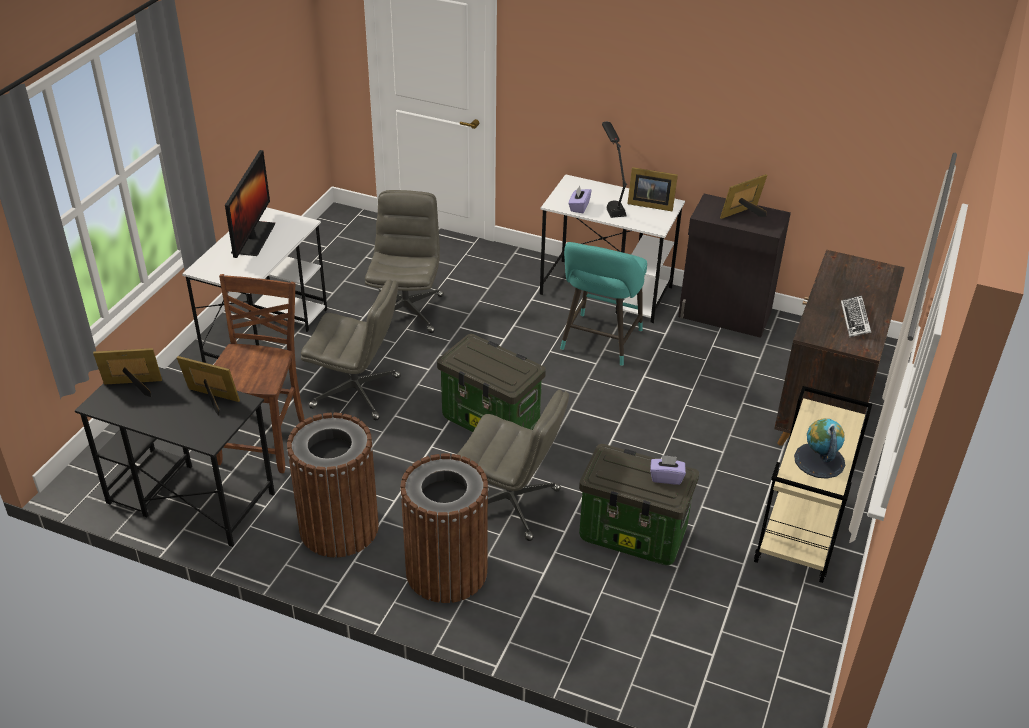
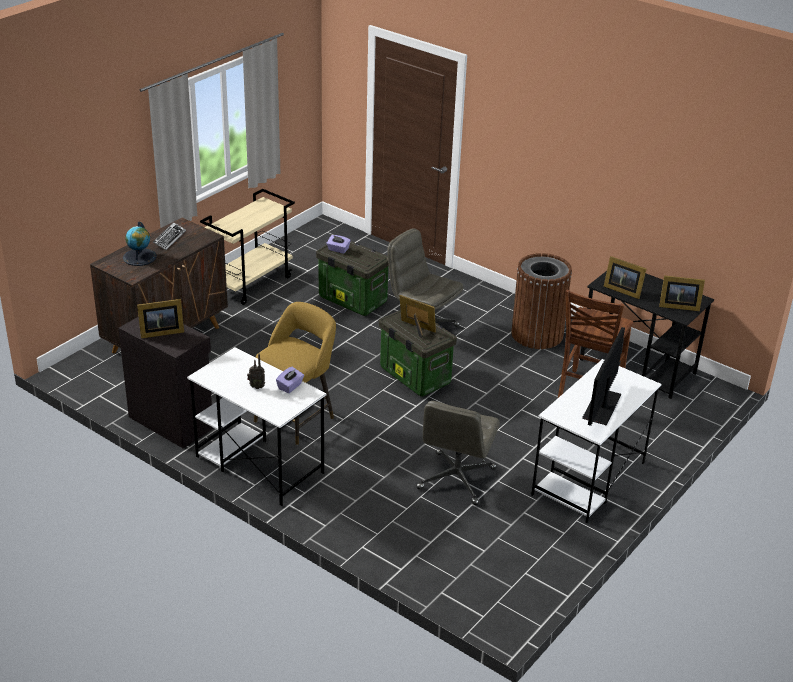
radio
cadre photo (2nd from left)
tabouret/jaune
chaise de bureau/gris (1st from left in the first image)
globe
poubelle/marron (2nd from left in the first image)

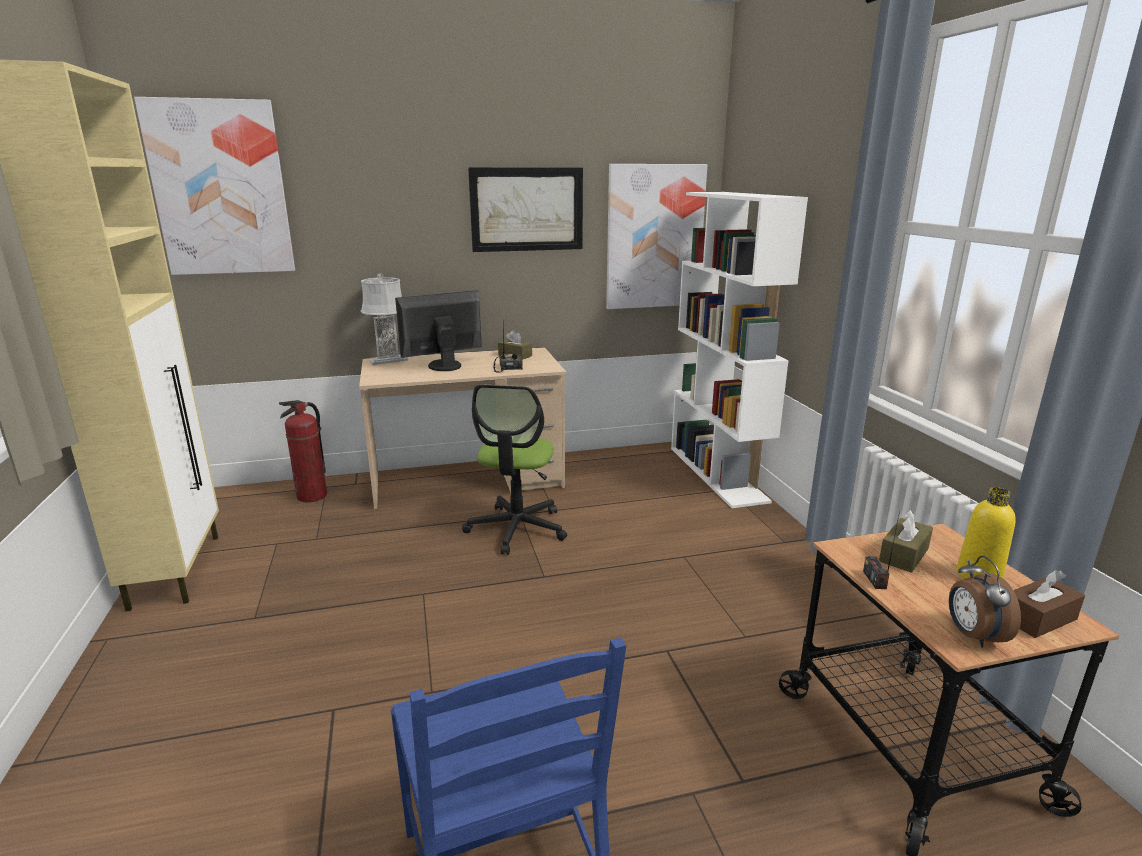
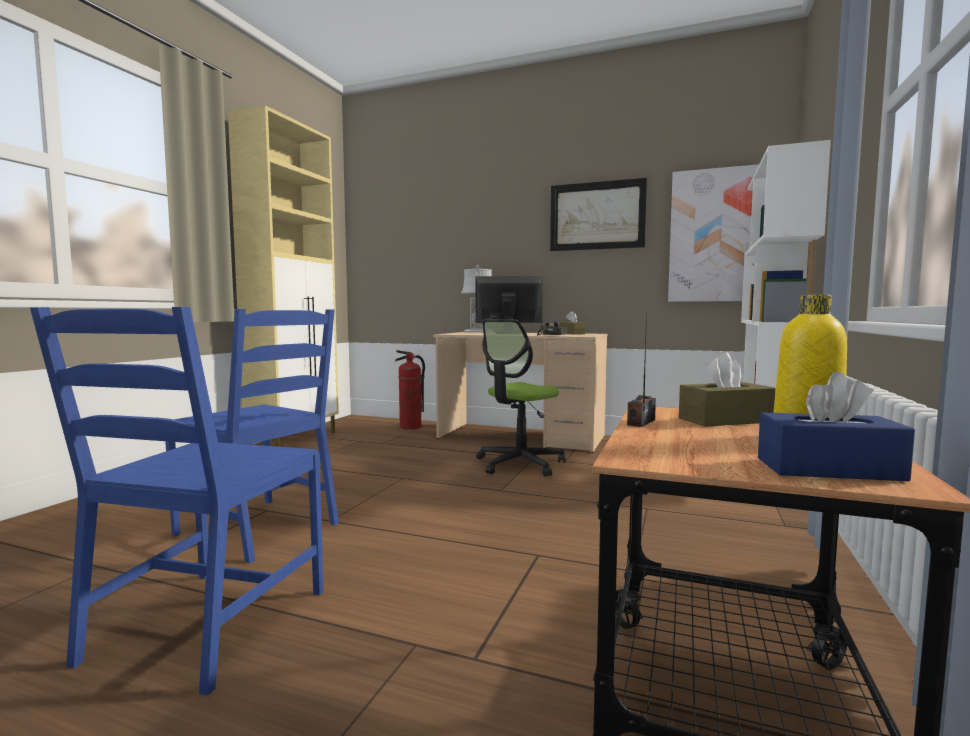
tableau (1st from left in the first image)
réveil
boîte à mouchoirs/bleu
chaise/bleu (2nd from left)

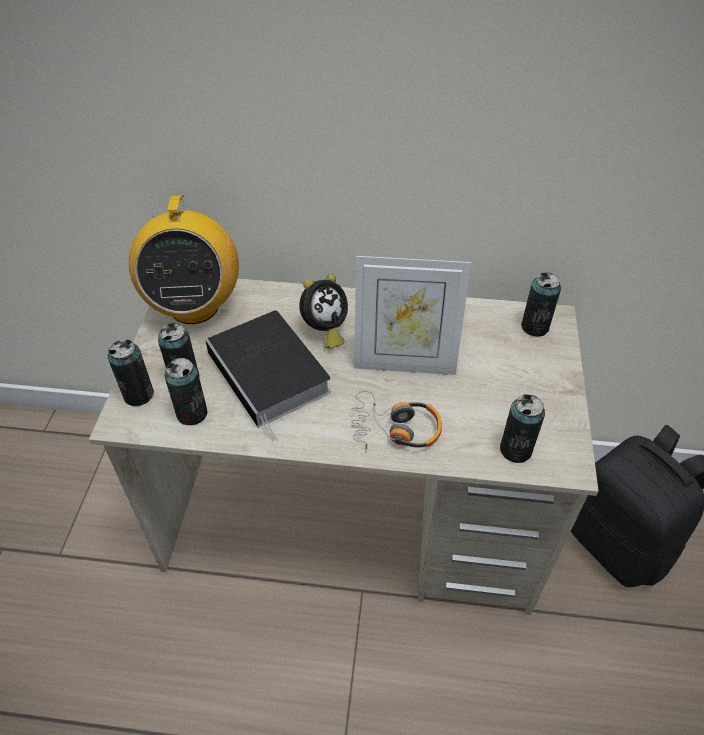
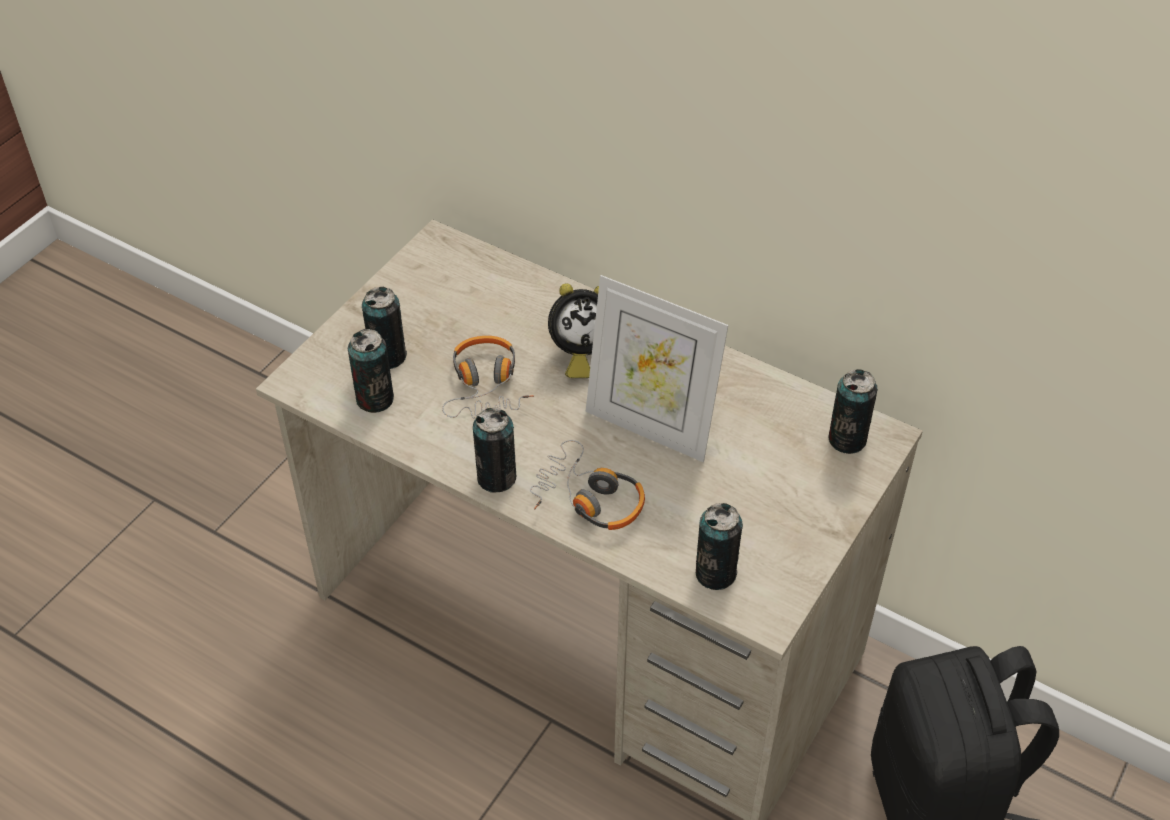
radio
casque audio (1st from left)
boîte métallique (3rd from left)

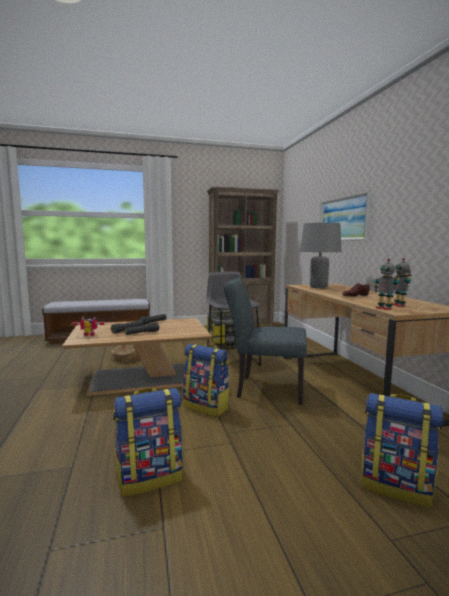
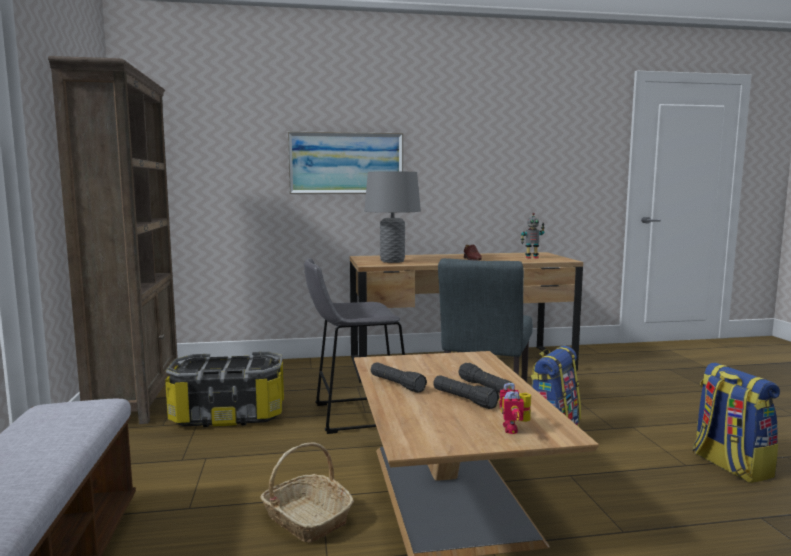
robot jouet (2nd from left in the first image)
sac à dos (3rd from left in the first image)

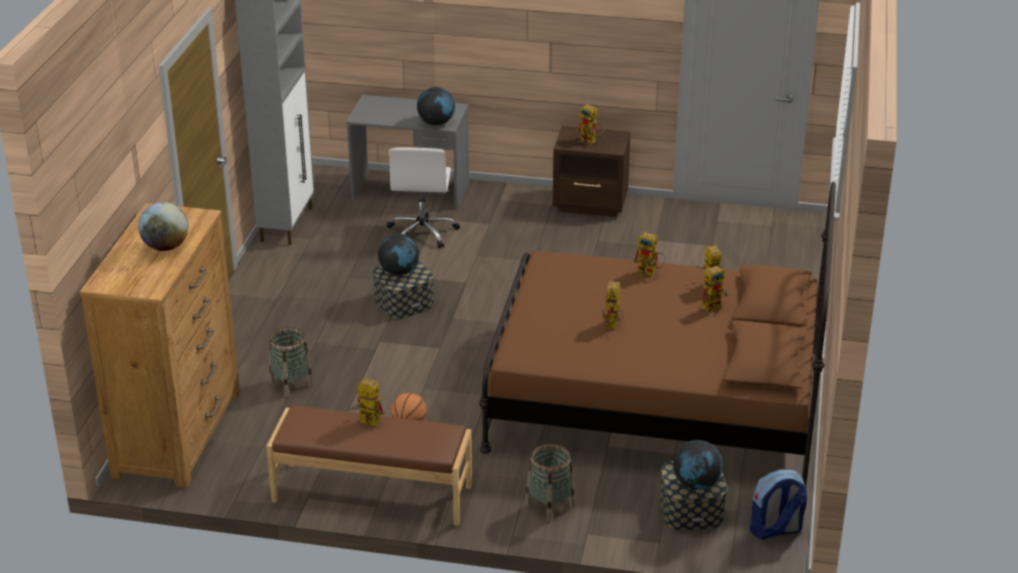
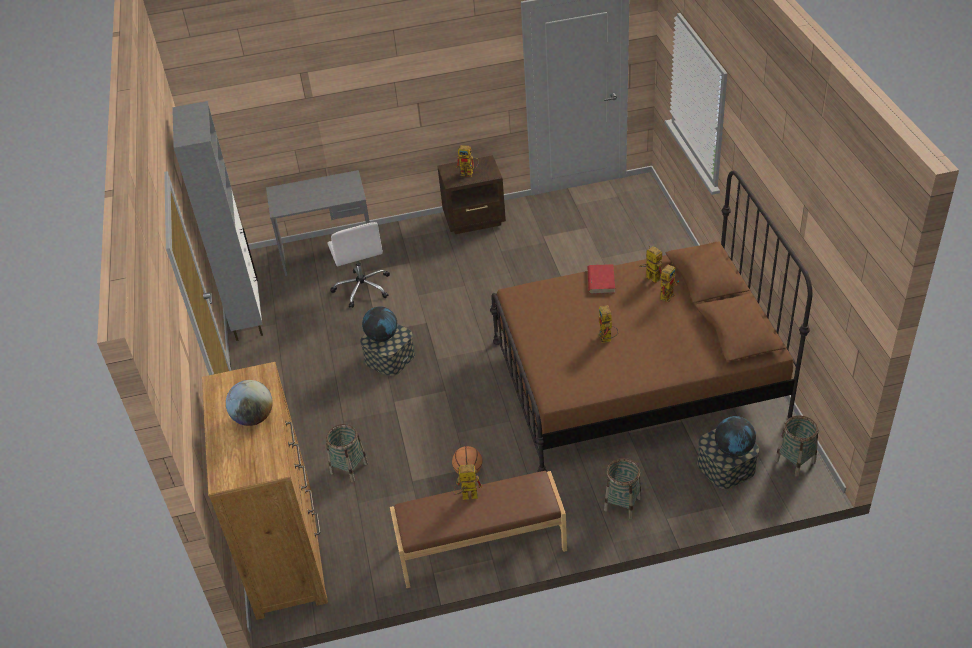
globe (3rd from left in the first image)
livre/rouge
panier (3rd from left)

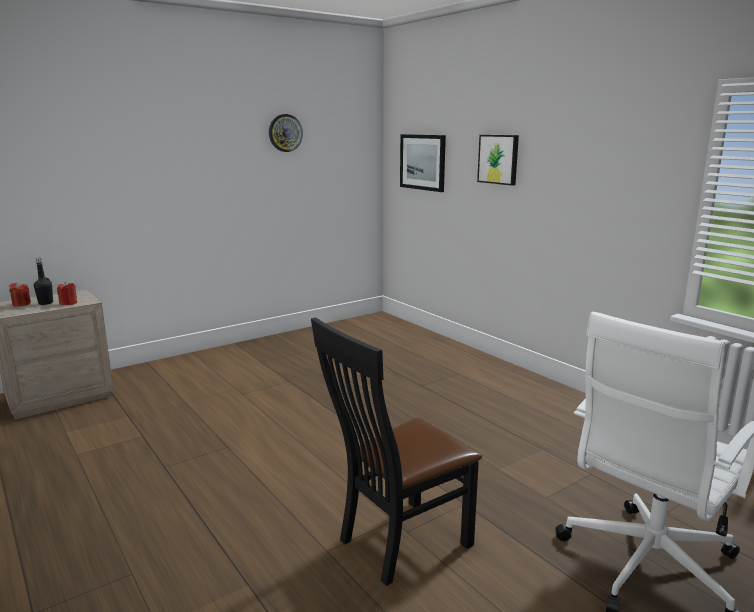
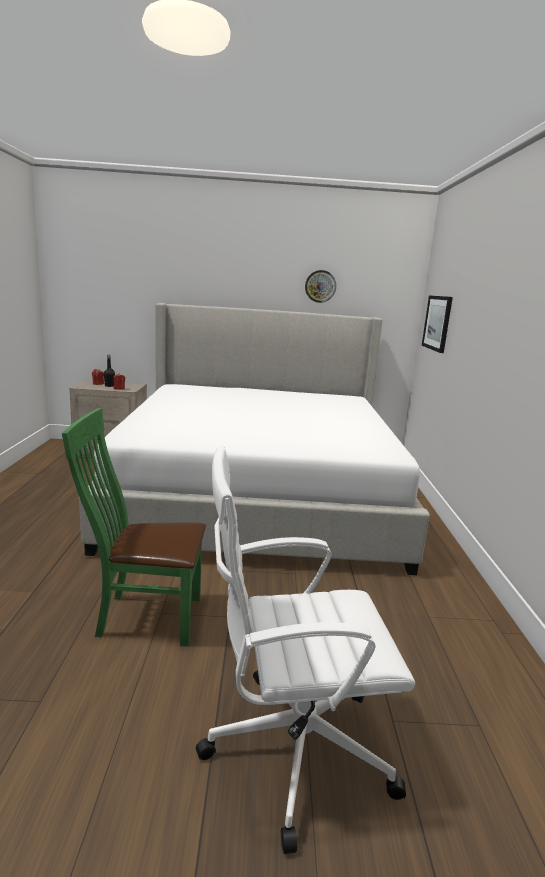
tableau (2nd from left in the first image)
chaise/vert
lit

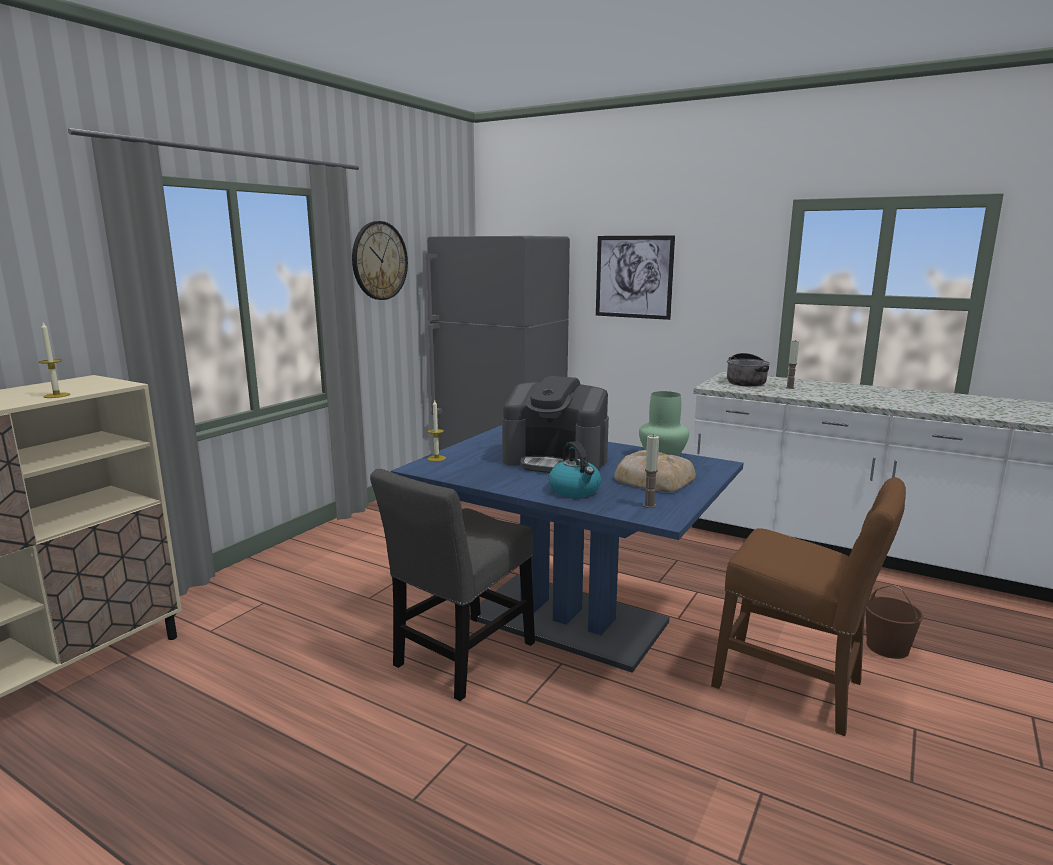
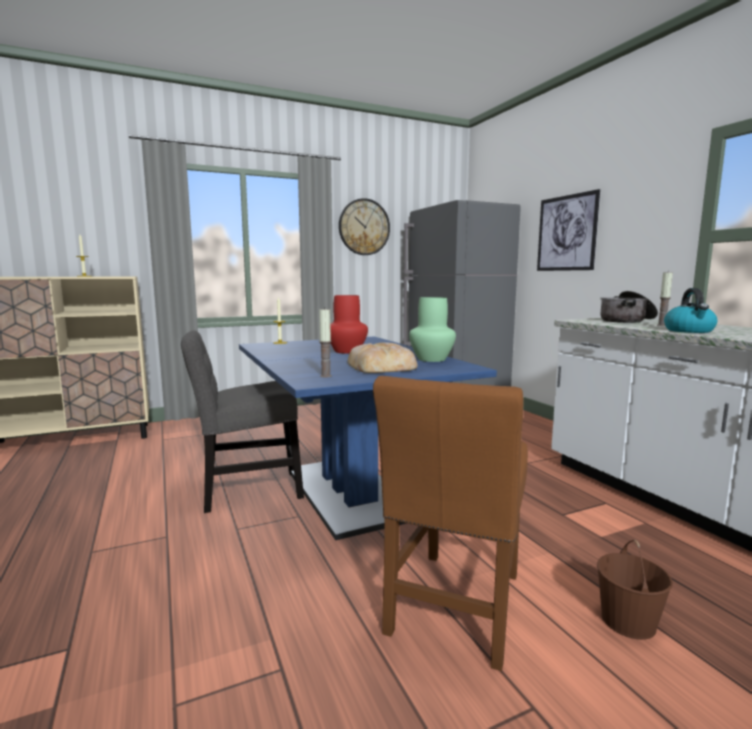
vase/rouge
bouilloire
chaise/marron

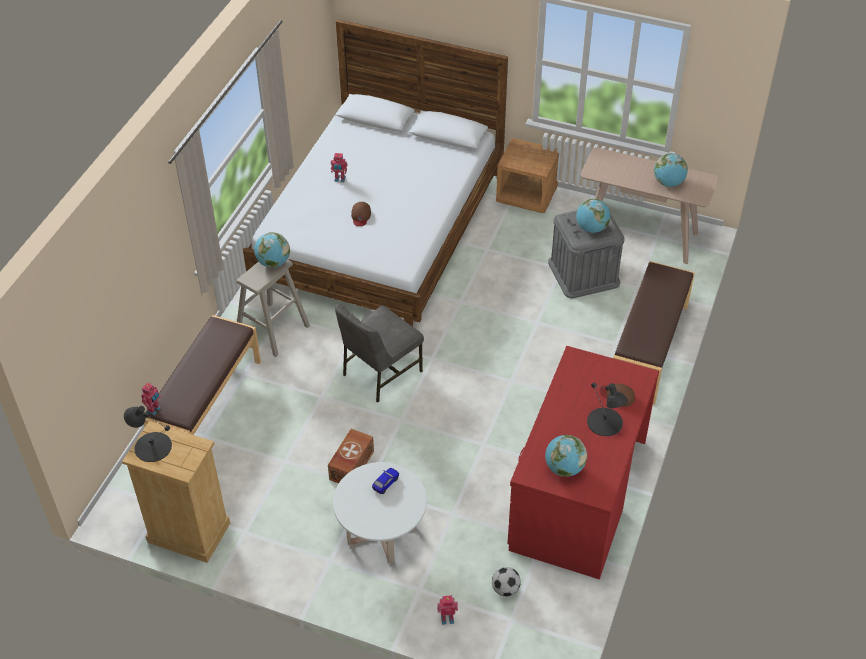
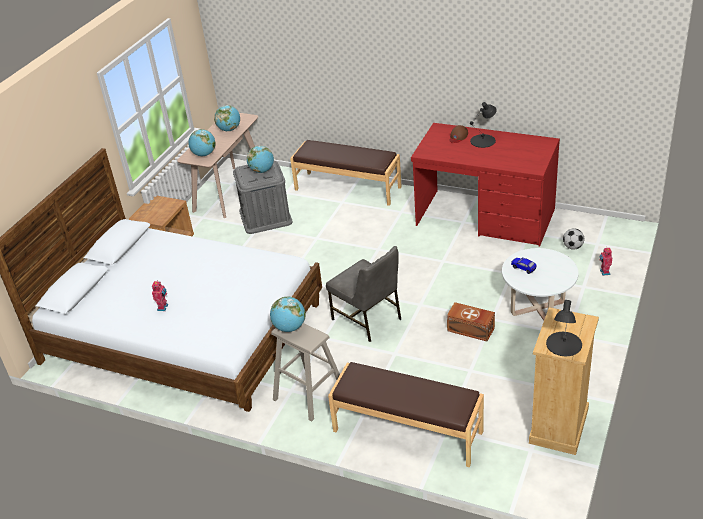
casquette/marron (1st from left in the first image)
robot jouet (1st from left in the first image)
globe (1st from left)

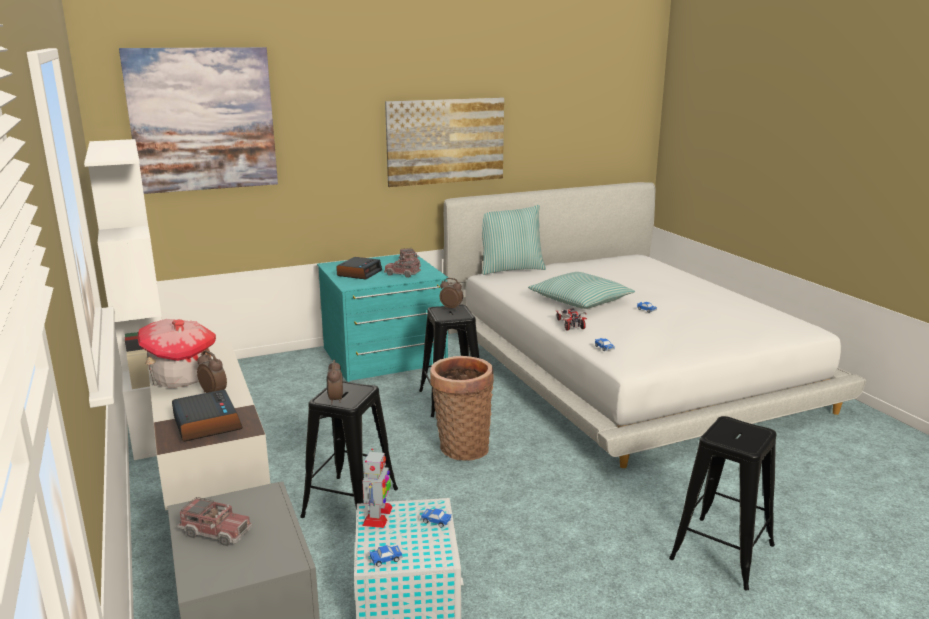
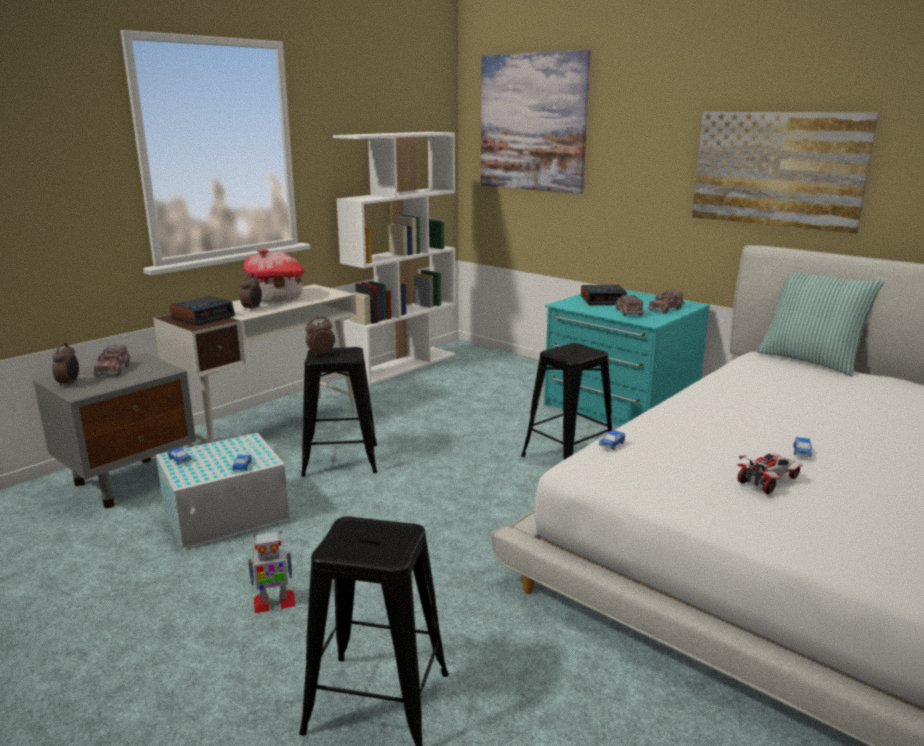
coussin (2nd from left in the first image)
réveil (1st from left)
petite voiture (4th from left)
panier
robot jouet

